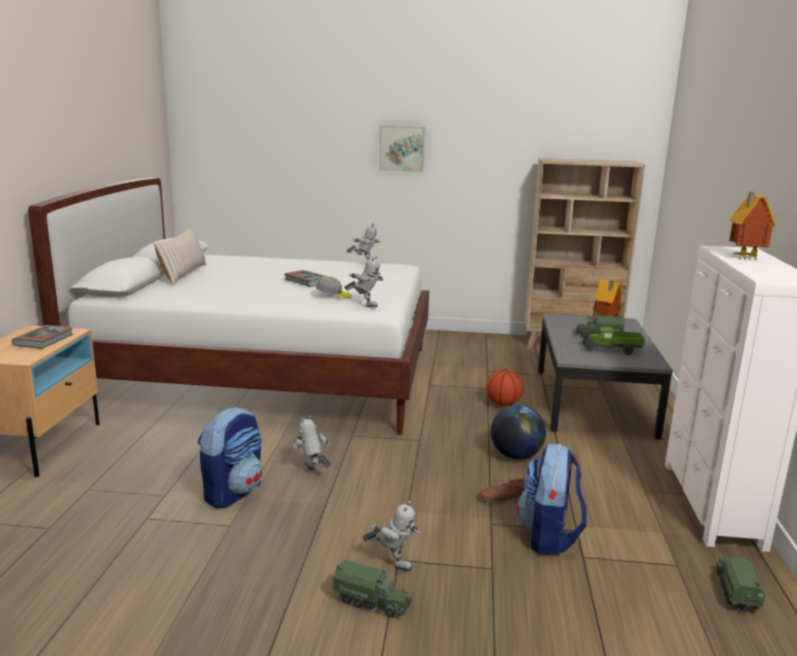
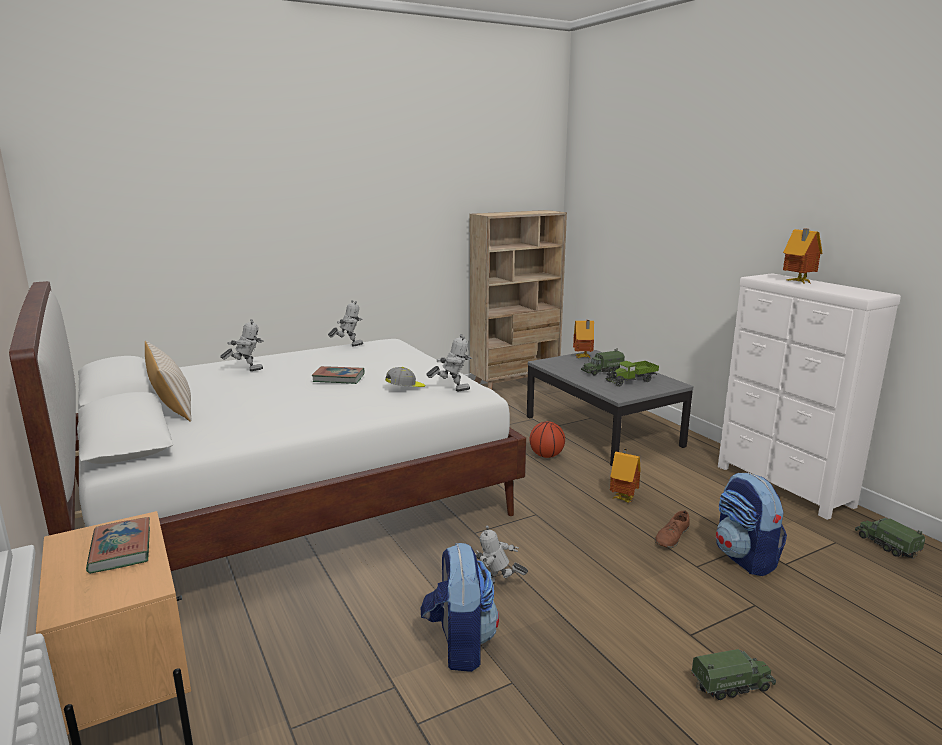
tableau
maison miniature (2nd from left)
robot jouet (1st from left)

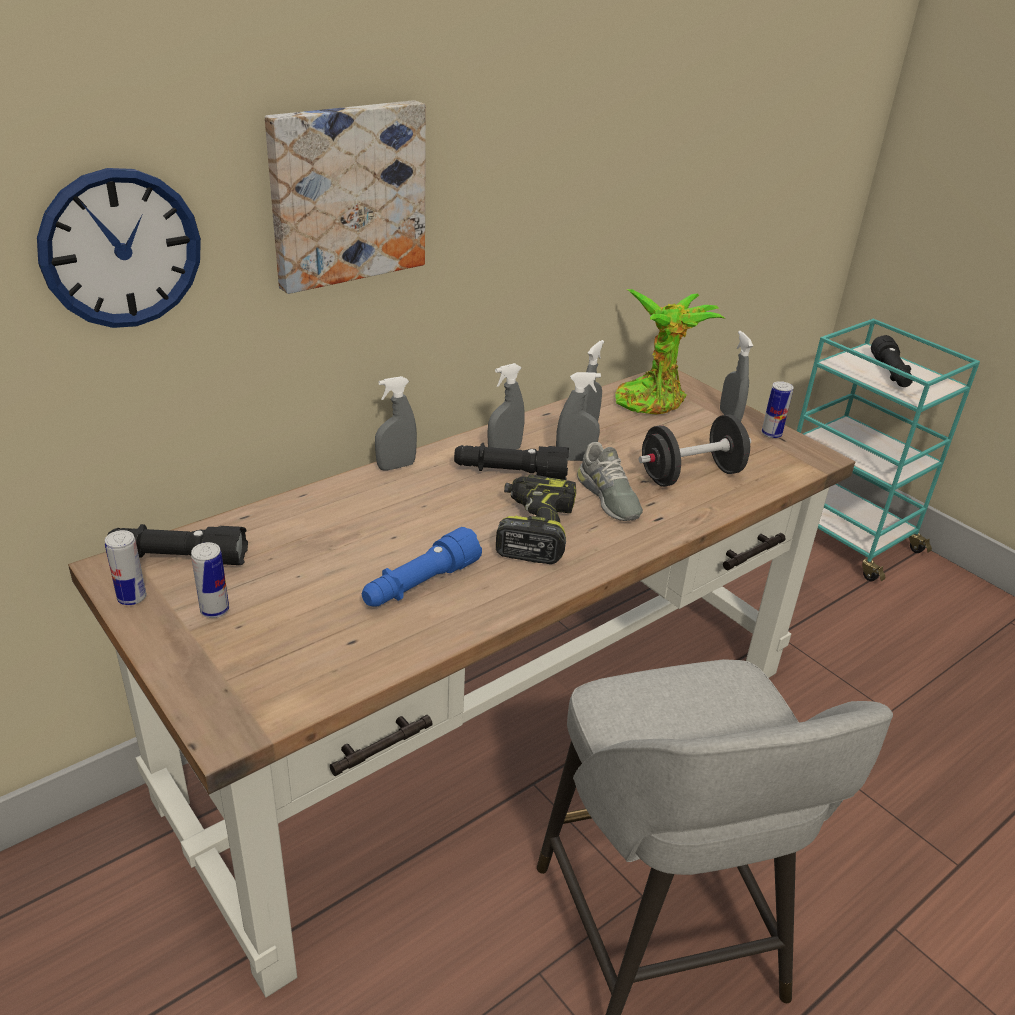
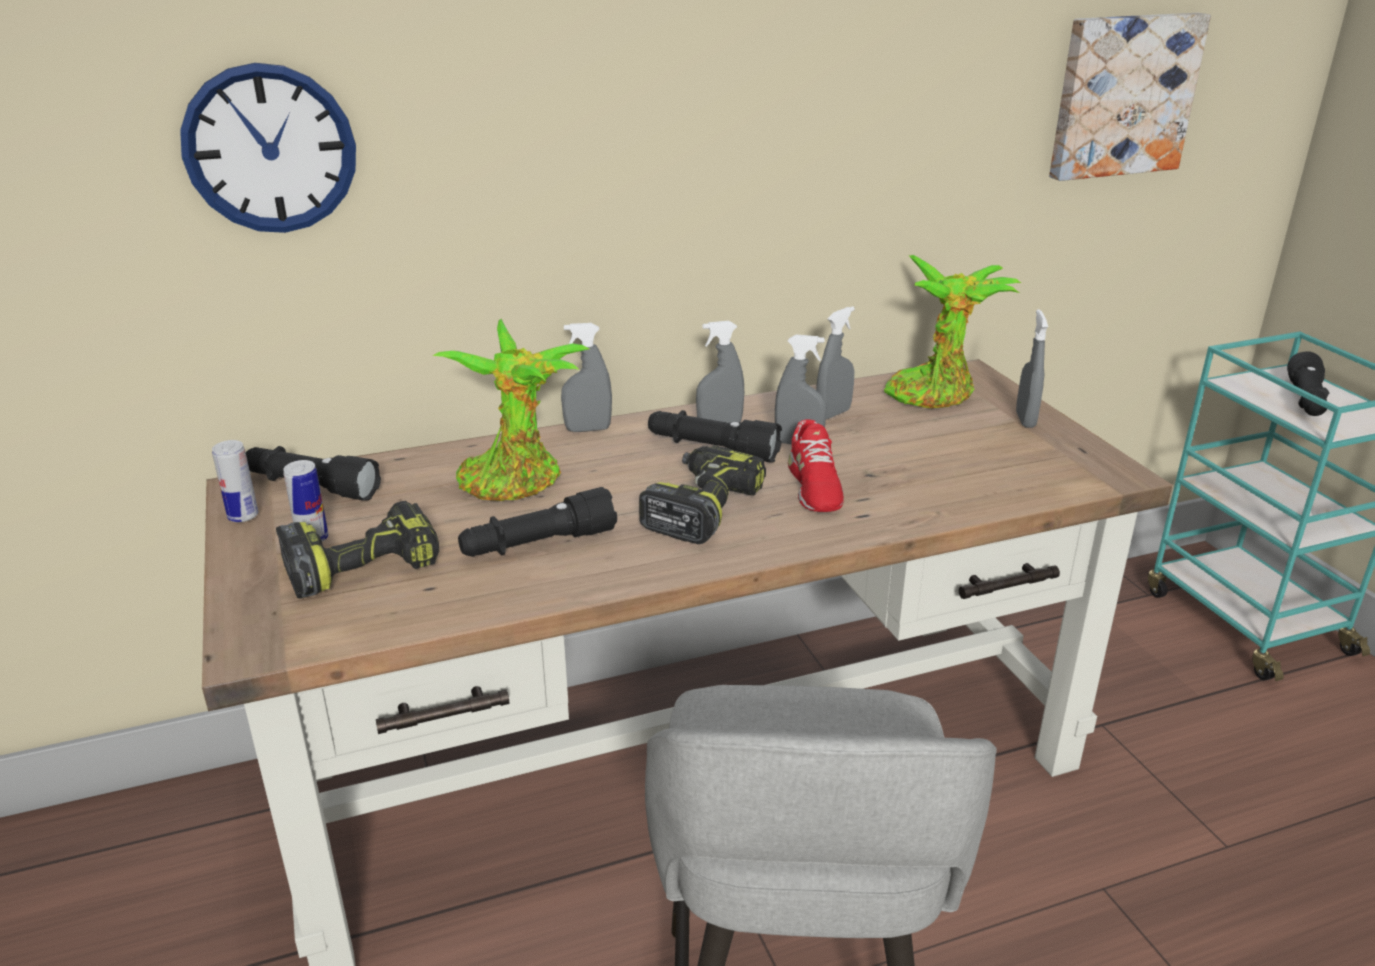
tableau
boîte métallique (3rd from left in the first image)
haltère/noir
chaussure/rouge
lampe de poche/noir (2nd from left)
plante en pot (1st from left)
perceuse (1st from left)

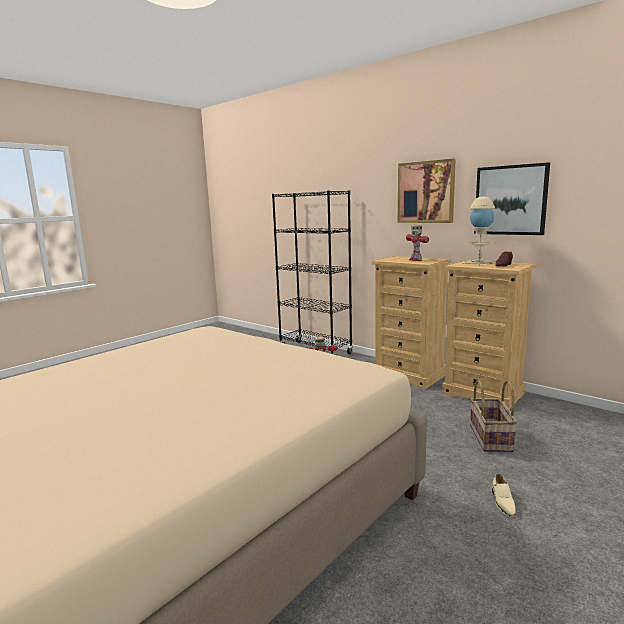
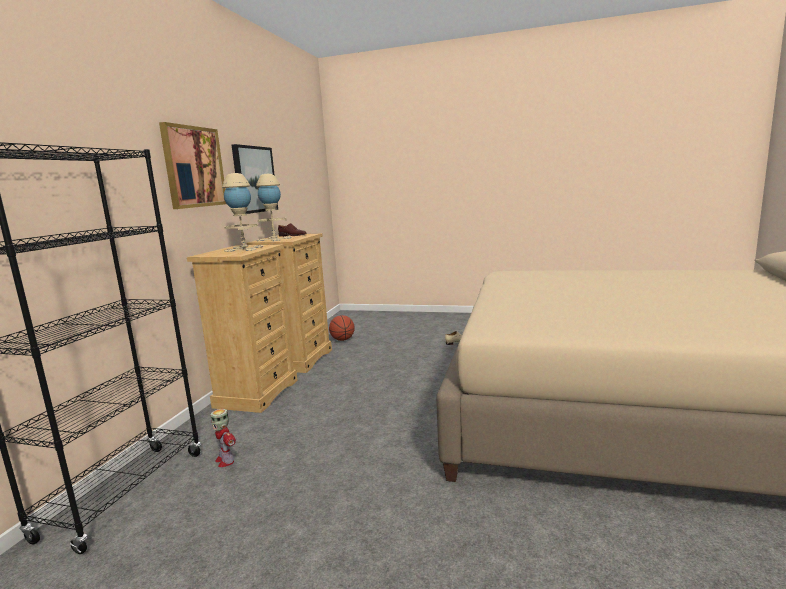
lampe de table/beige (1st from left)
panier
ballon de basket

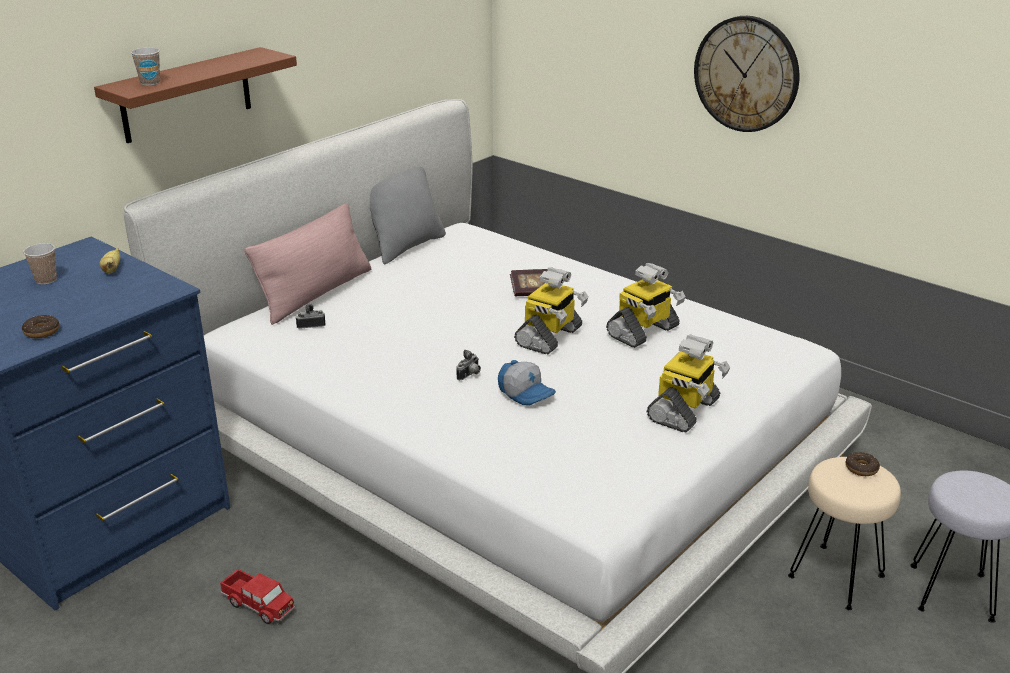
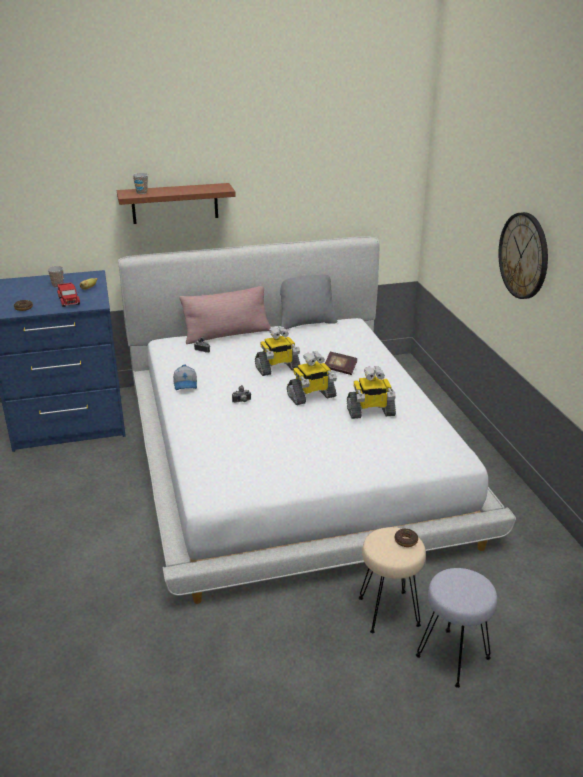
robot jouet (1st from left)
casquette
camion jouet

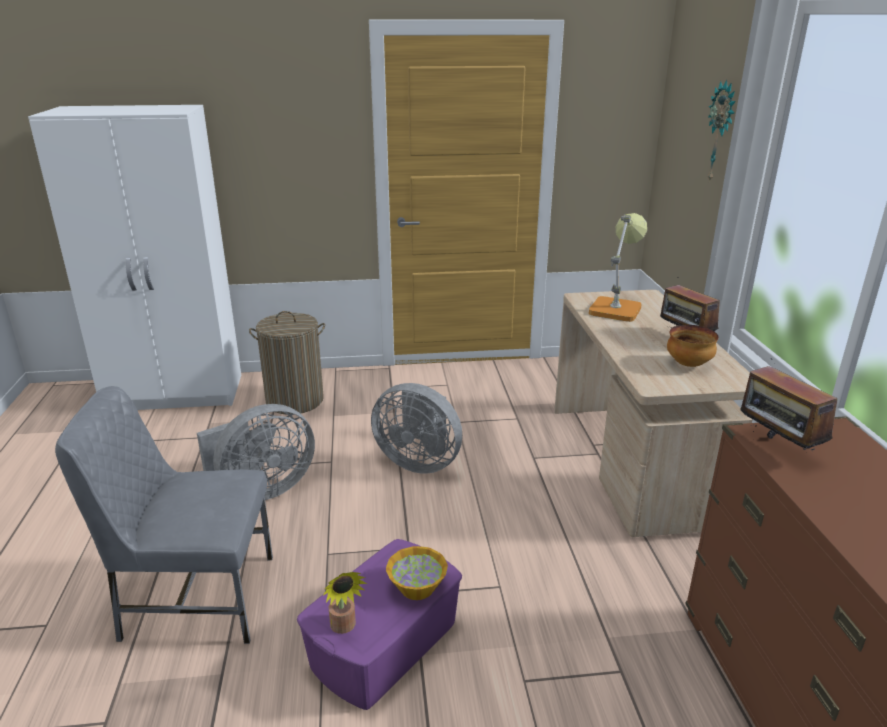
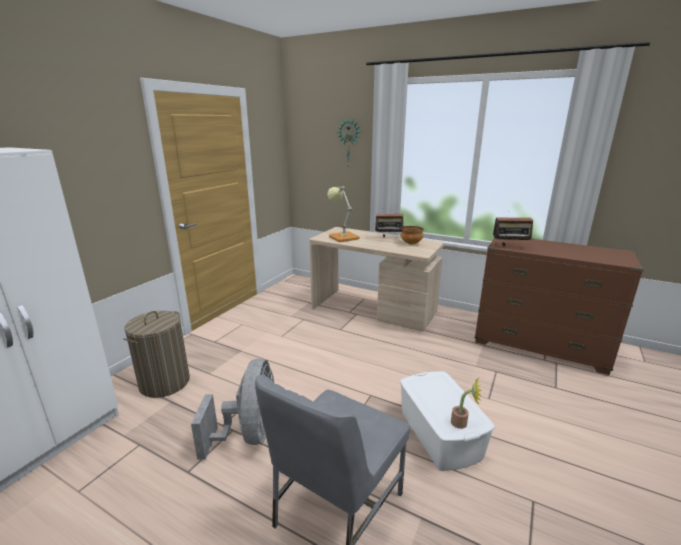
ventilateur/gris (2nd from left in the first image)
boîte de rangement/blanc
bol (1st from left in the first image)

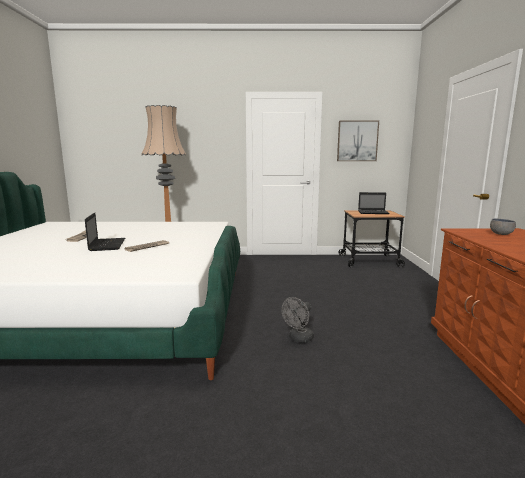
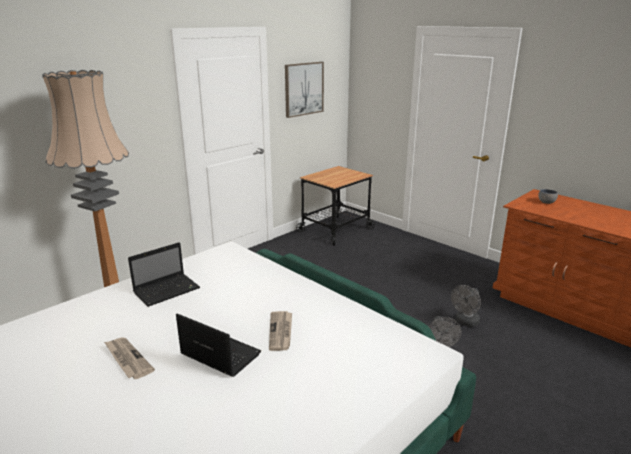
ordinateur portable (1st from left)
ventilateur/gris (2nd from left)

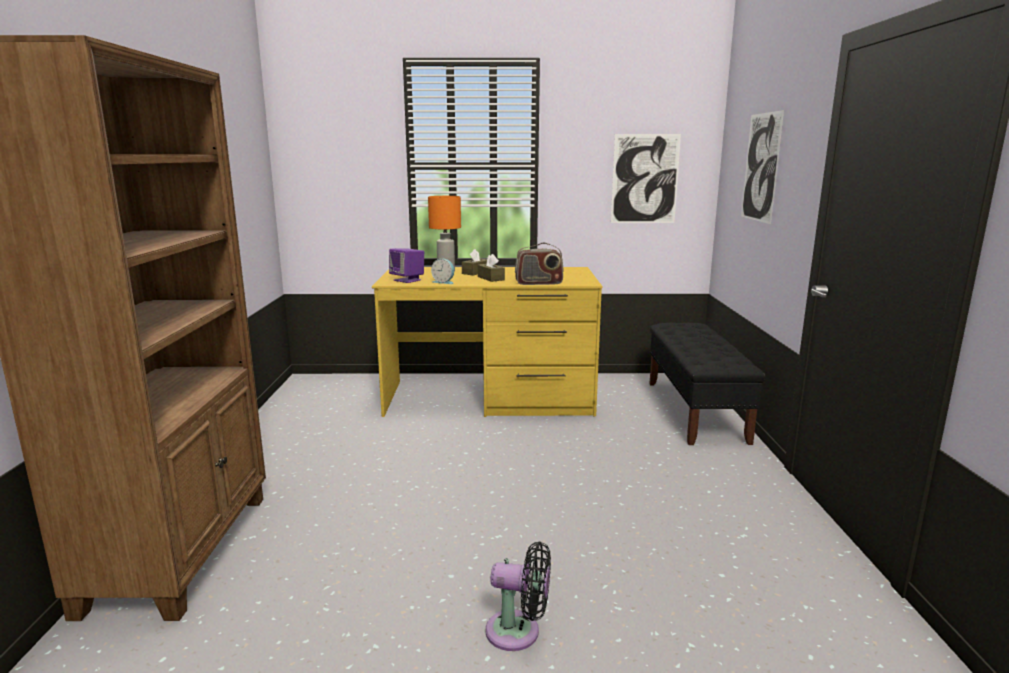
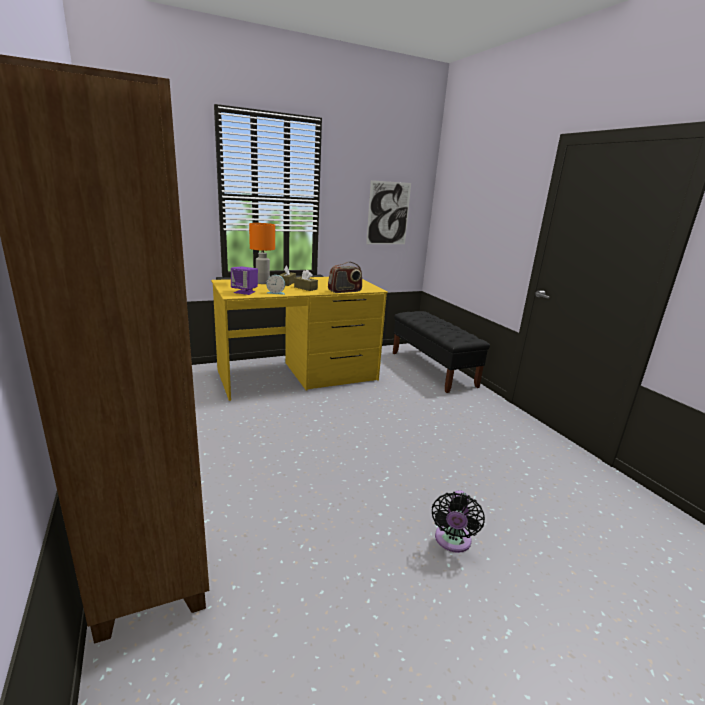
tableau (2nd from left in the first image)
ventilateur/noir

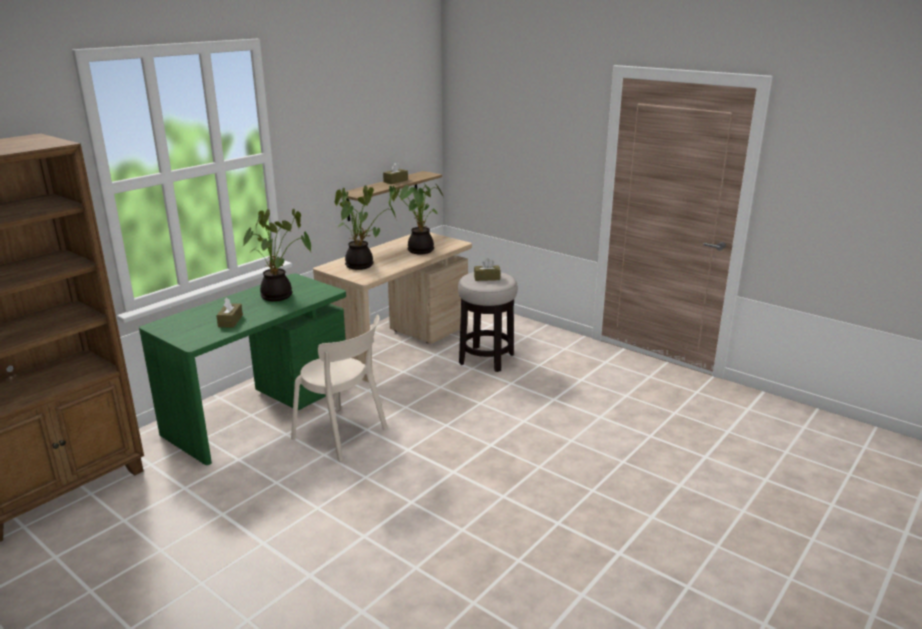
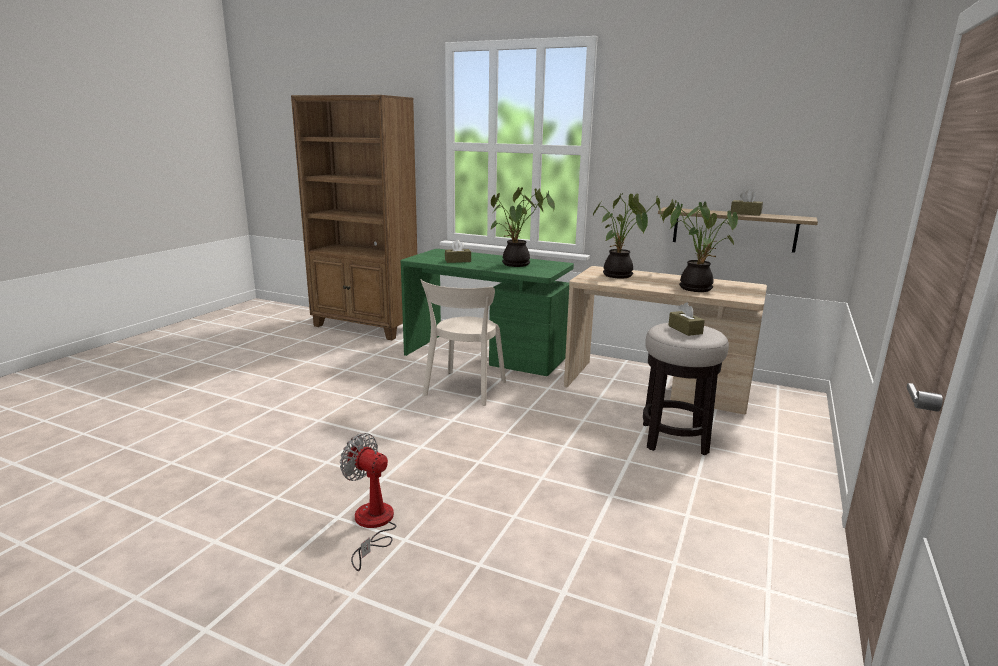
ventilateur

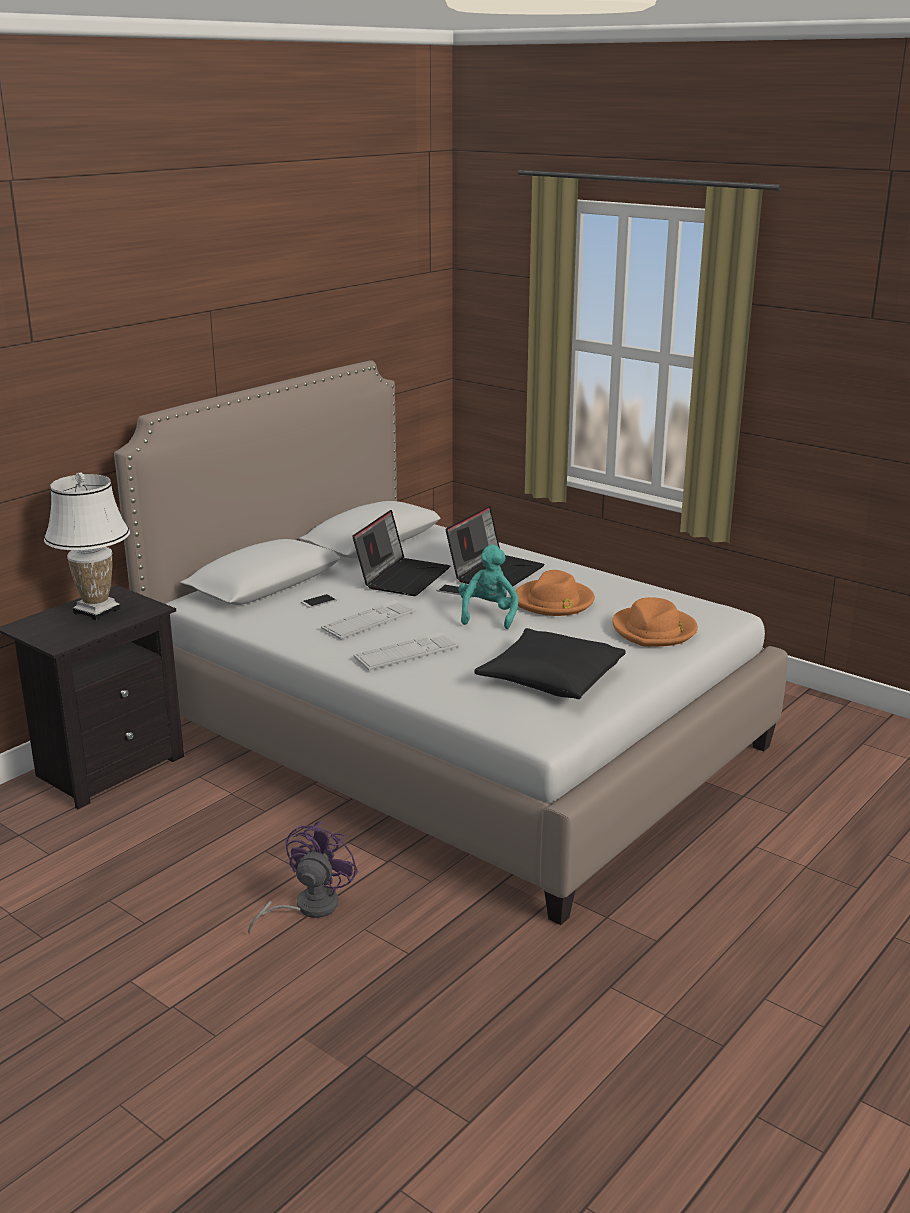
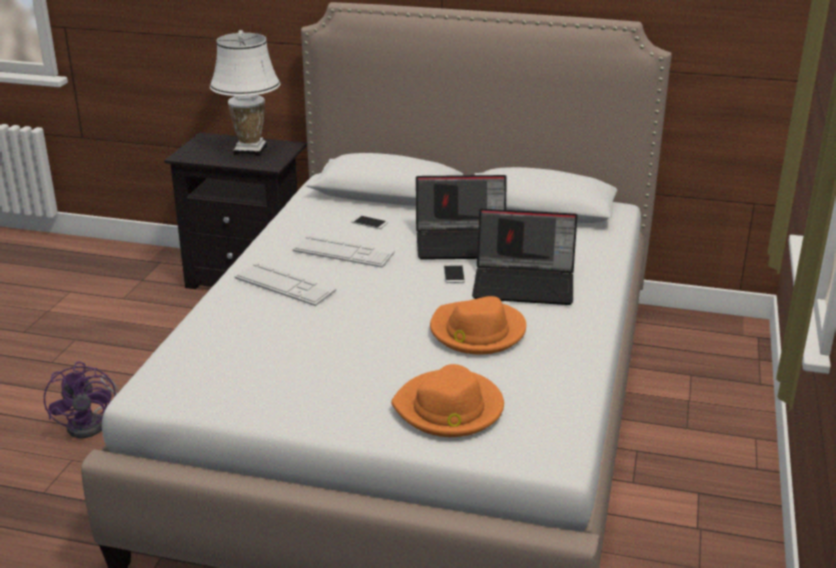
peluche/turquoise
coussin/noir
ventilateur/violet

